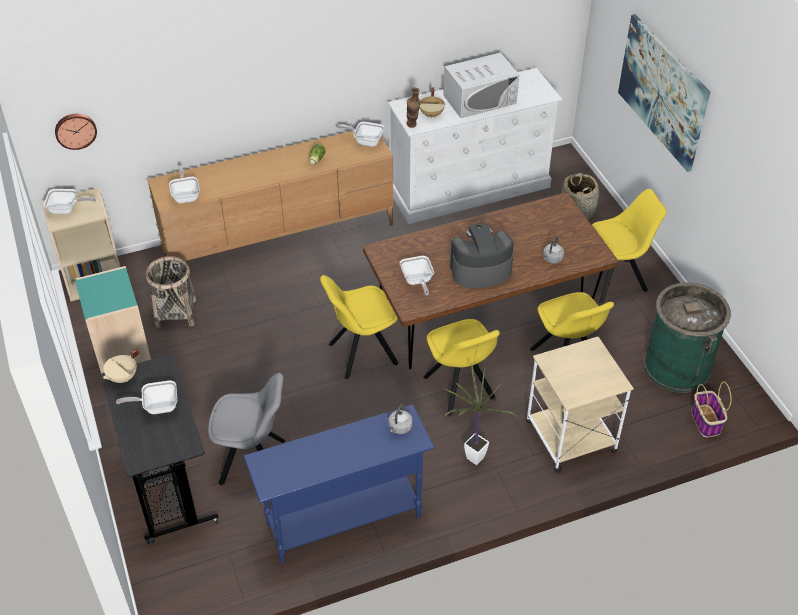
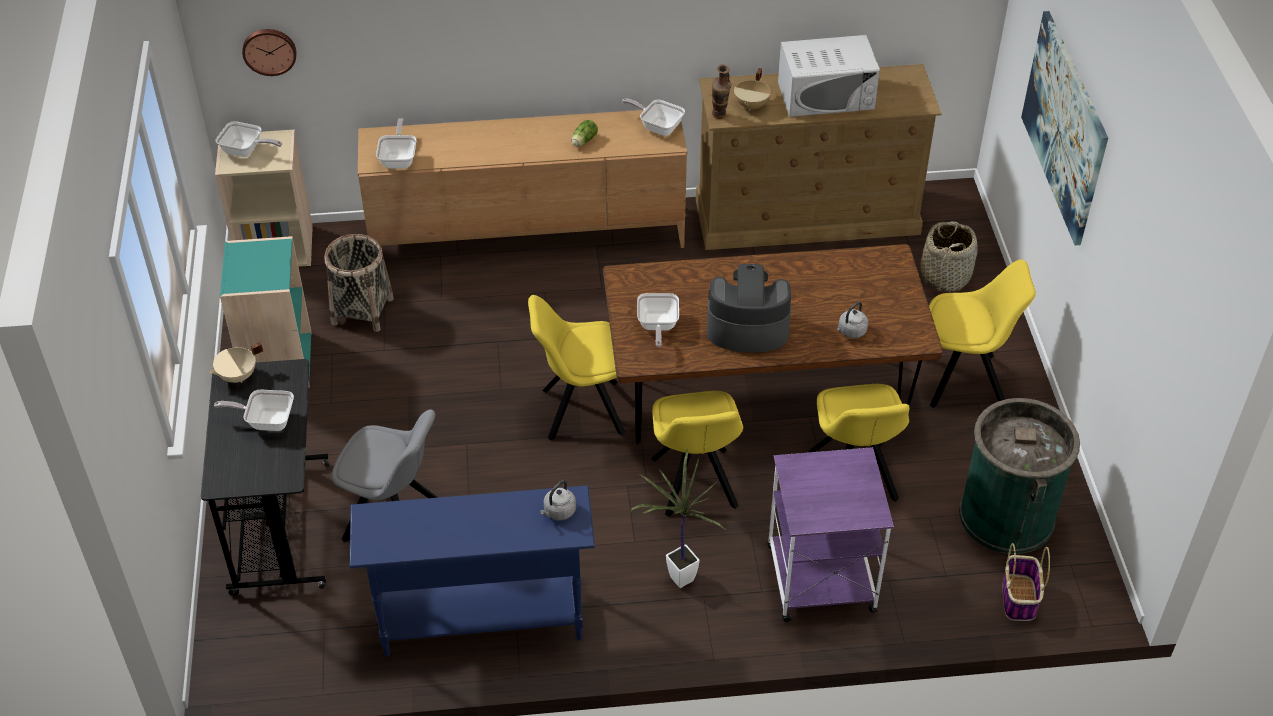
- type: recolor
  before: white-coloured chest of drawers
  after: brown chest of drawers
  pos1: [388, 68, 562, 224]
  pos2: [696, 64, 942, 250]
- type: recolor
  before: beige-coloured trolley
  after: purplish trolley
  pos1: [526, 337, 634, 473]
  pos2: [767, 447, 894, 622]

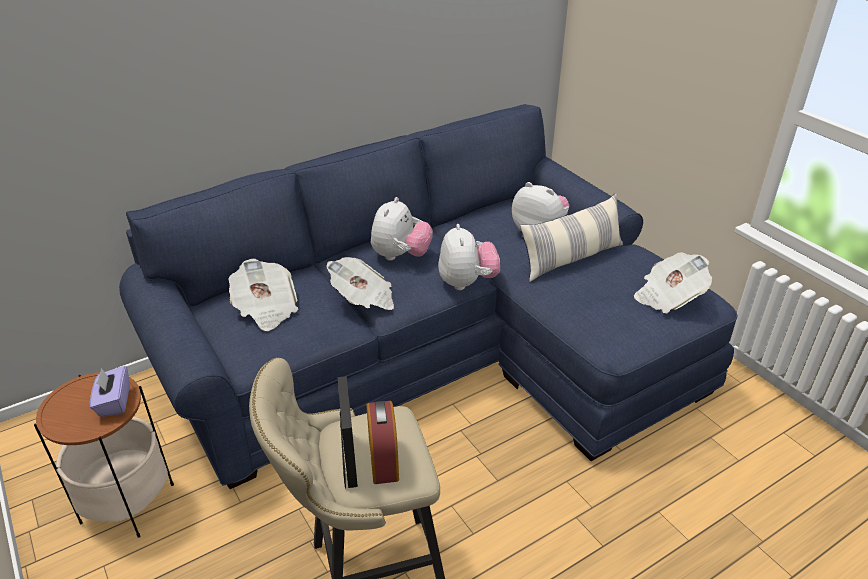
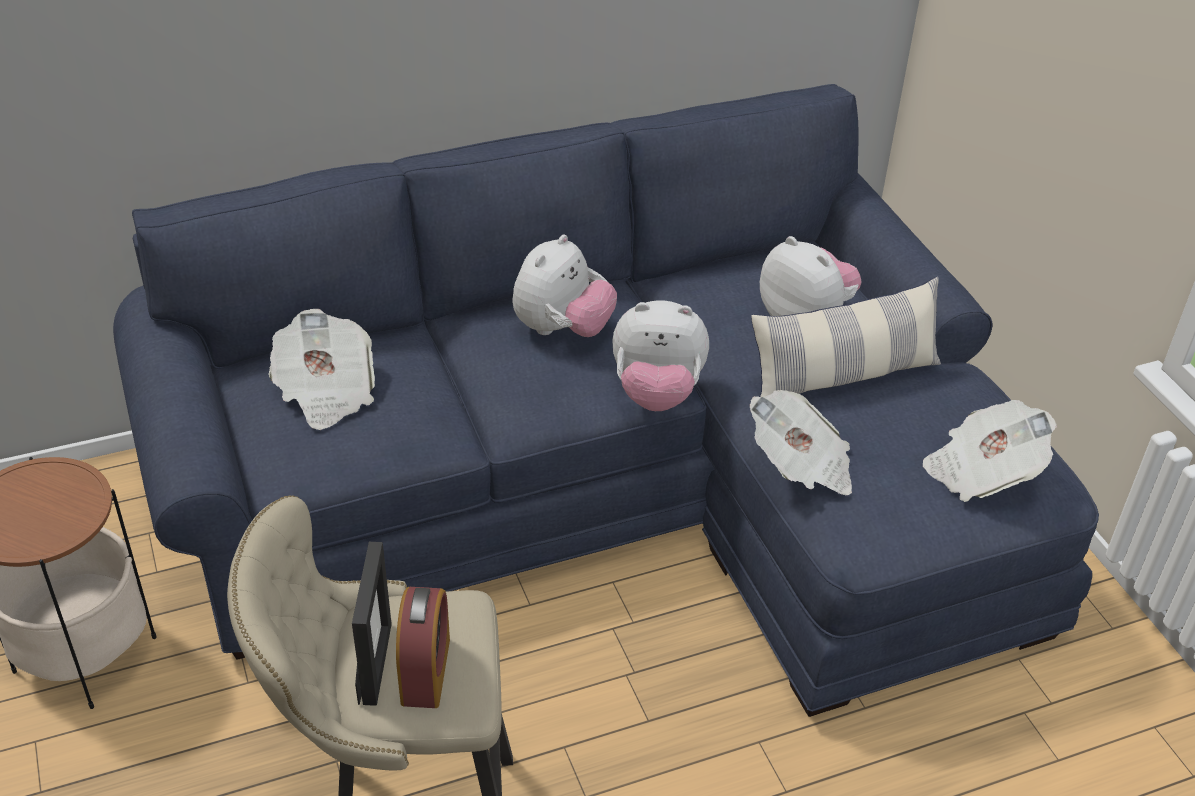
- type: delete
  before: purplish tissue holder
  pos1: [90, 366, 129, 417]
- type: move
  before: printed paper
  pos1: [326, 257, 394, 310]
  pos2: [750, 390, 852, 495]
- type: rotate
  before: cuddly toy
  pos1: [438, 224, 500, 290]
  pos2: [612, 300, 709, 411]
  turn: 90

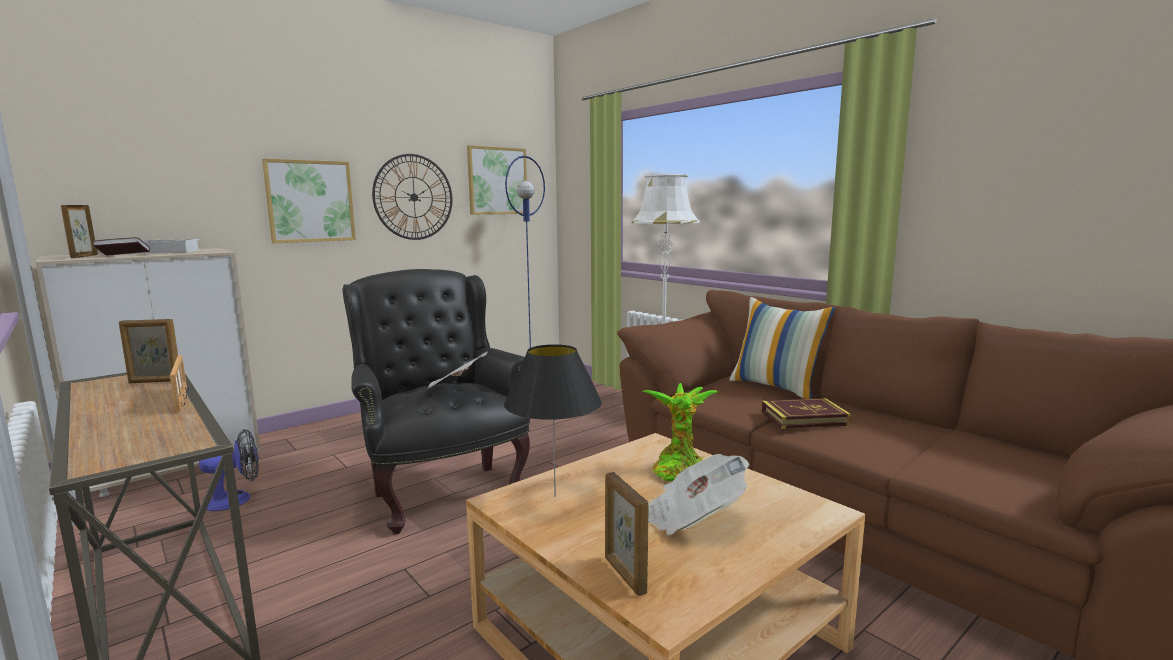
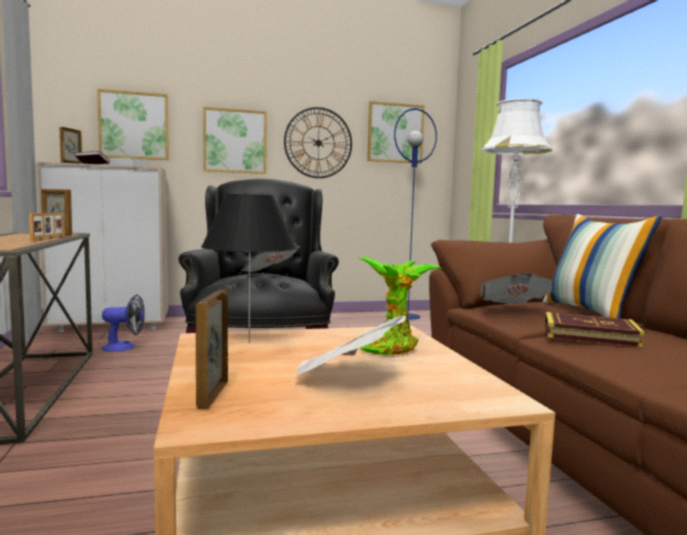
- type: insert
  after: wall art
  pos2: [97, 89, 169, 160]
- type: insert
  after: printed paper
  pos2: [481, 273, 553, 304]

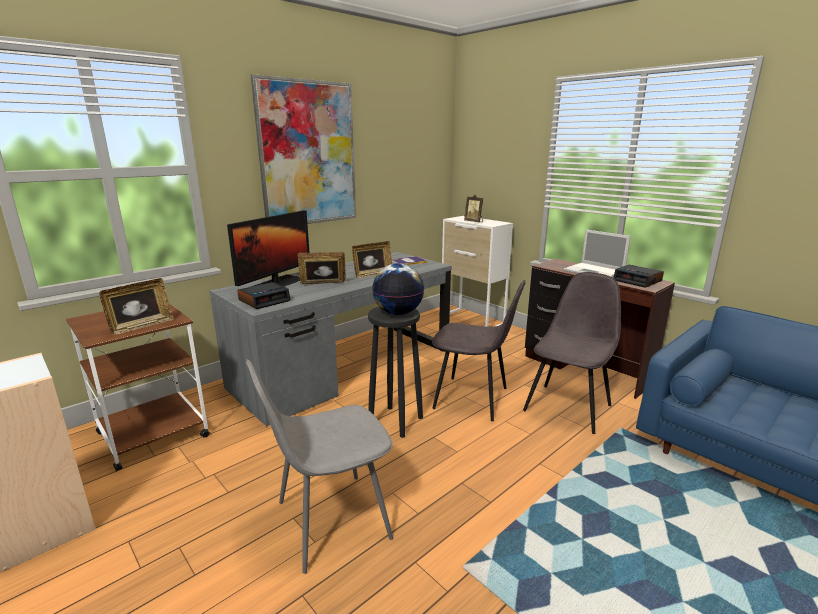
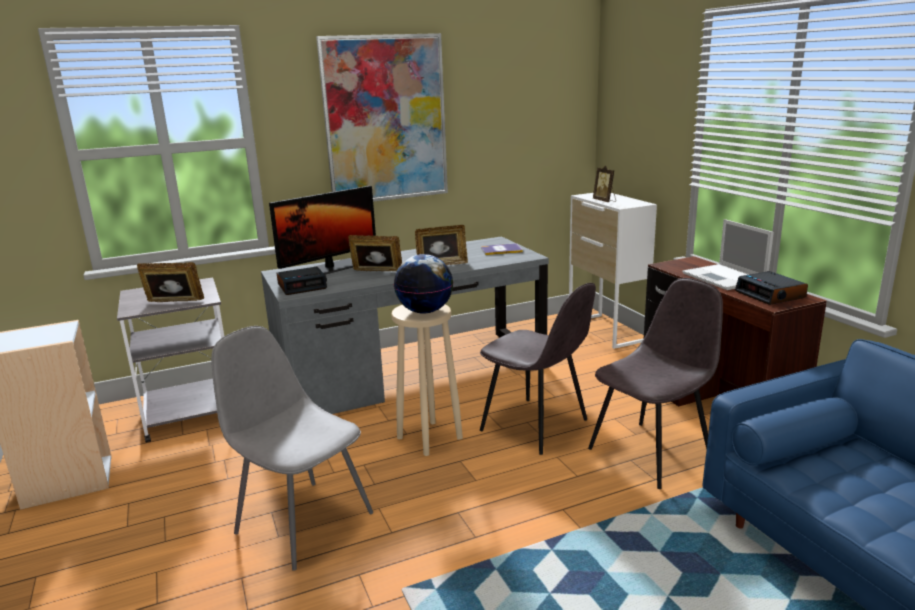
- type: recolor
  before: brown trolley
  after: greyish trolley
  pos1: [66, 304, 210, 471]
  pos2: [117, 277, 224, 443]
- type: rotate
  before: picture frame
  pos1: [99, 278, 174, 335]
  pos2: [137, 262, 204, 302]
  turn: -150
- type: rotate
  before: greyish plain chair
  pos1: [246, 359, 393, 574]
  pos2: [211, 326, 373, 571]
  turn: 45
- type: recolor
  before: black-coloured stool seat
  after: beige-coloured stool seat
  pos1: [368, 307, 423, 438]
  pos2: [391, 304, 463, 456]

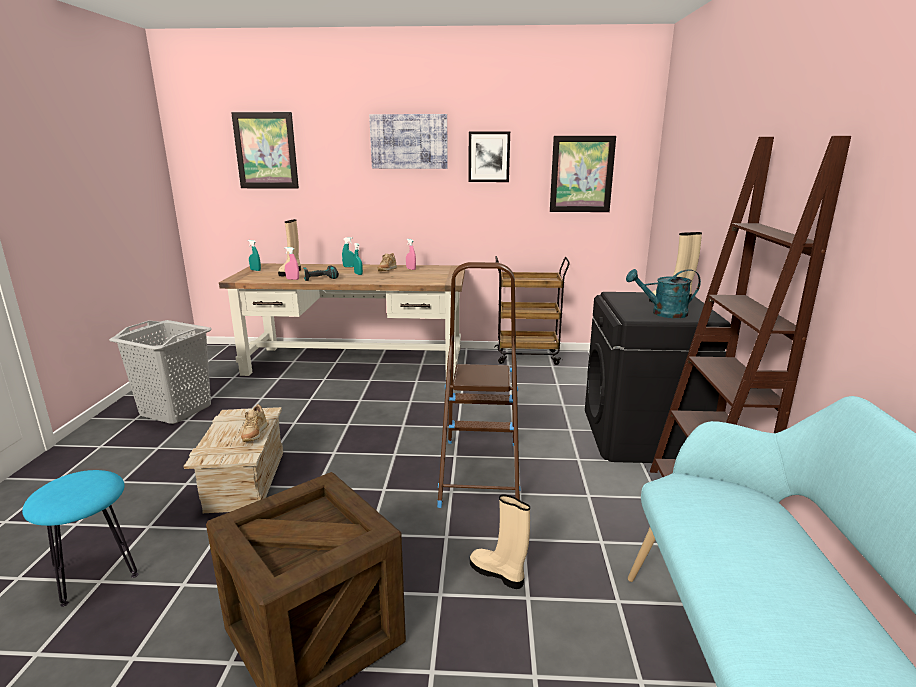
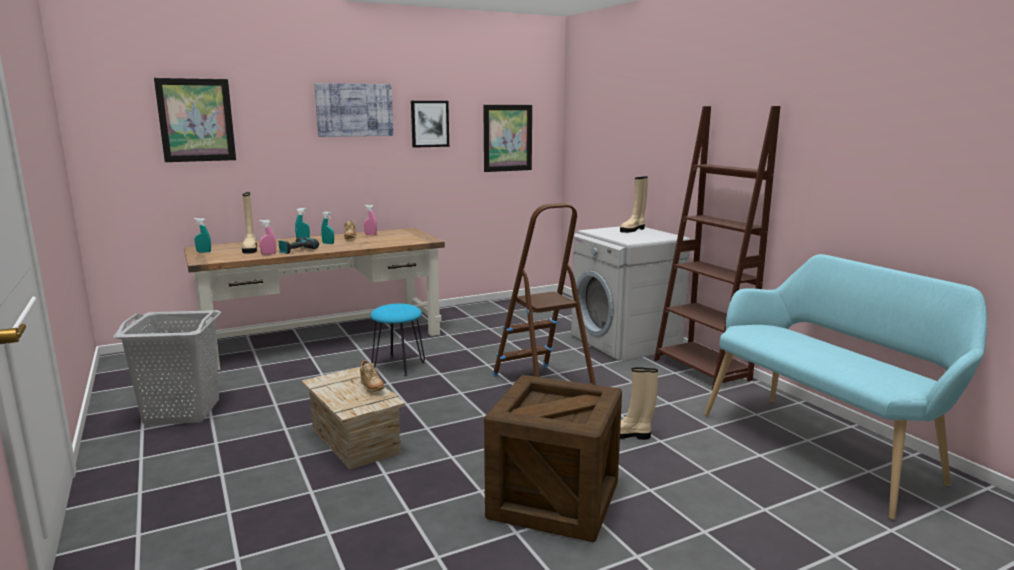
- type: move
  before: turquoise-coloured stool seat
  pos1: [22, 470, 138, 607]
  pos2: [370, 304, 425, 376]
- type: delete
  before: brown trolley
  pos1: [494, 256, 570, 365]
- type: recolor
  before: black-coloured laundry machine
  after: white-coloured laundry machine
  pos1: [585, 292, 731, 463]
  pos2: [571, 226, 691, 361]
- type: delete
  before: turquoise-coloured watering can
  pos1: [626, 269, 701, 318]

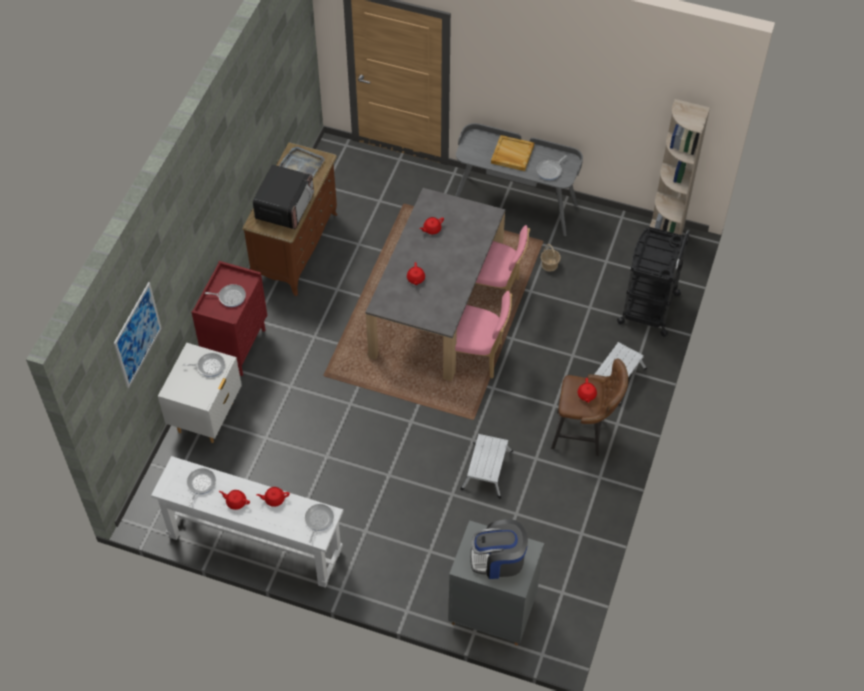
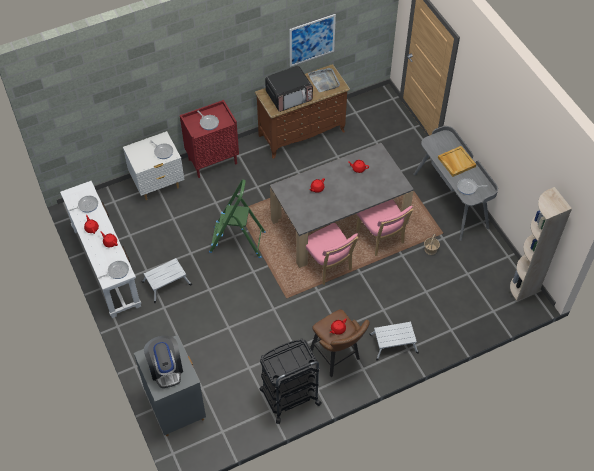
- type: move
  before: wall art
  pos1: [114, 282, 162, 388]
  pos2: [289, 14, 336, 67]
- type: move
  before: white-coloured step ladder
  pos1: [460, 434, 513, 499]
  pos2: [142, 258, 192, 303]
- type: rotate
  before: coffee machine
  pos1: [470, 519, 528, 579]
  pos2: [144, 336, 183, 388]
  turn: -150
- type: move
  before: black-coloured trolley
  pos1: [617, 227, 690, 337]
  pos2: [260, 338, 322, 424]
- type: insert
  after: green-coloured step ladder
  pos2: [209, 179, 266, 258]

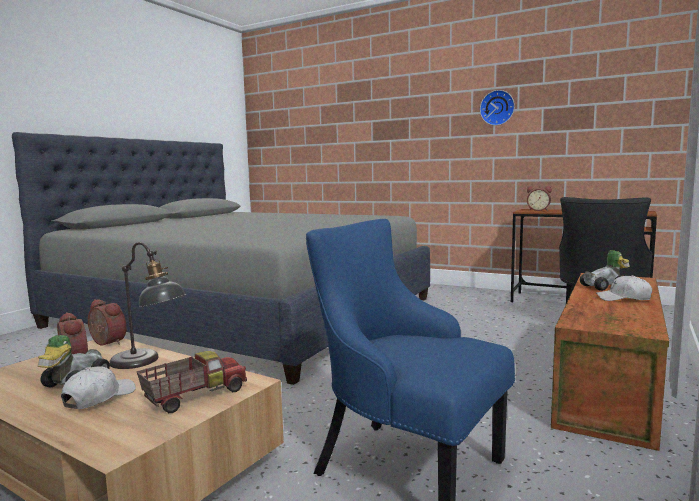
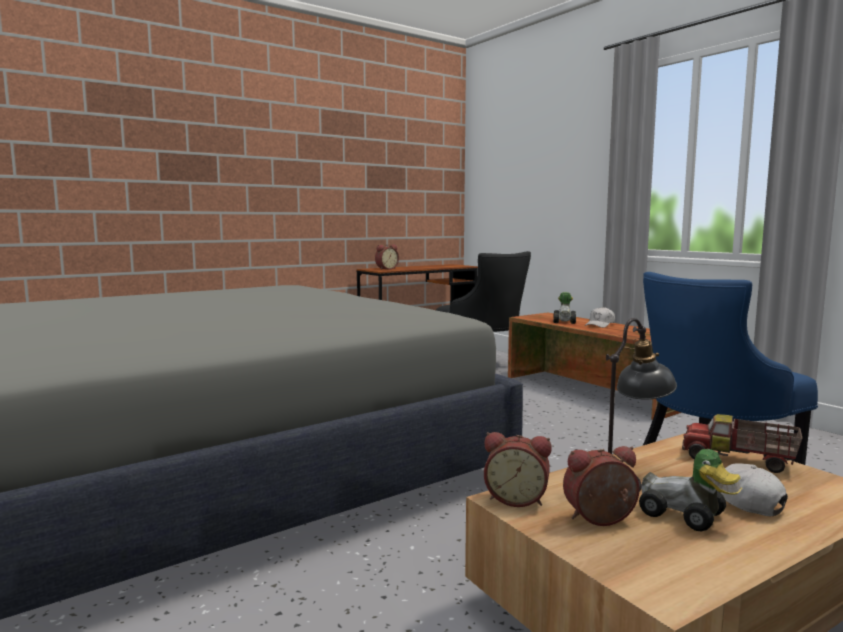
- type: rotate
  before: table clock
  pos1: [88, 299, 126, 346]
  pos2: [484, 432, 552, 507]
  turn: -135
- type: rotate
  before: toy truck
  pos1: [137, 351, 247, 413]
  pos2: [682, 414, 802, 473]
  turn: -45
- type: delete
  before: clock on the wall
  pos1: [480, 90, 515, 126]

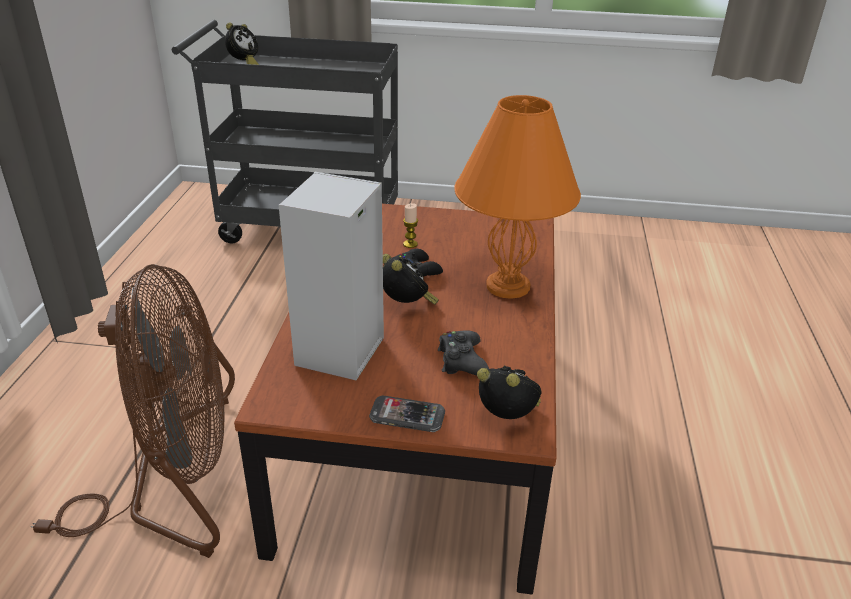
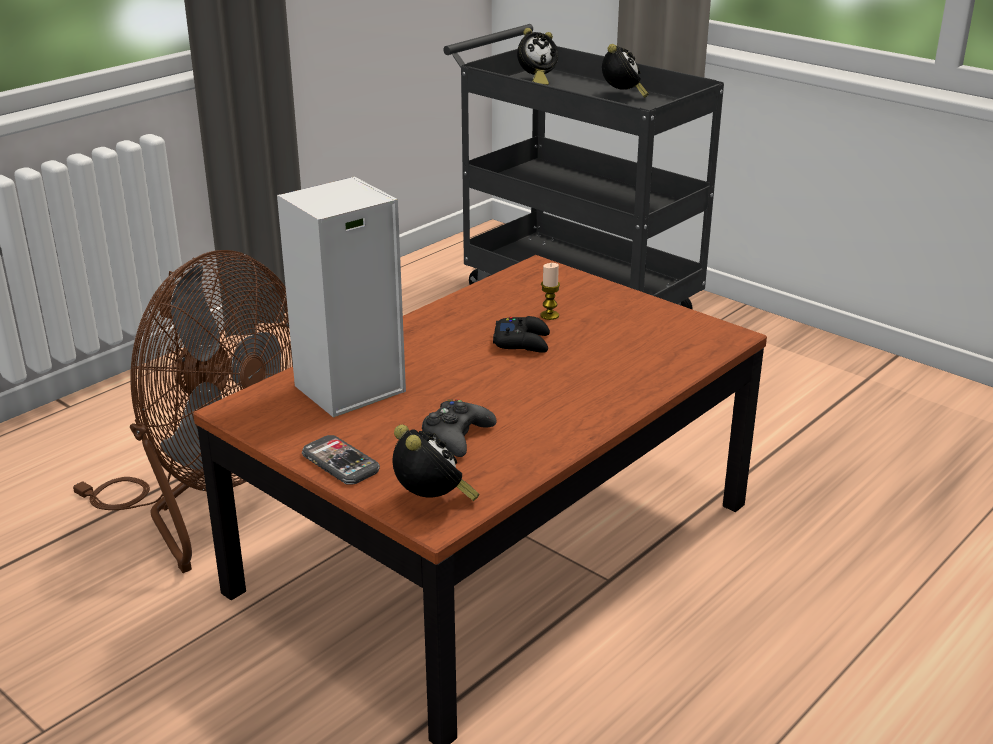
- type: move
  before: table clock
  pos1: [383, 254, 439, 304]
  pos2: [602, 44, 649, 98]
- type: delete
  before: orangey lamp for a table
  pos1: [454, 95, 581, 299]

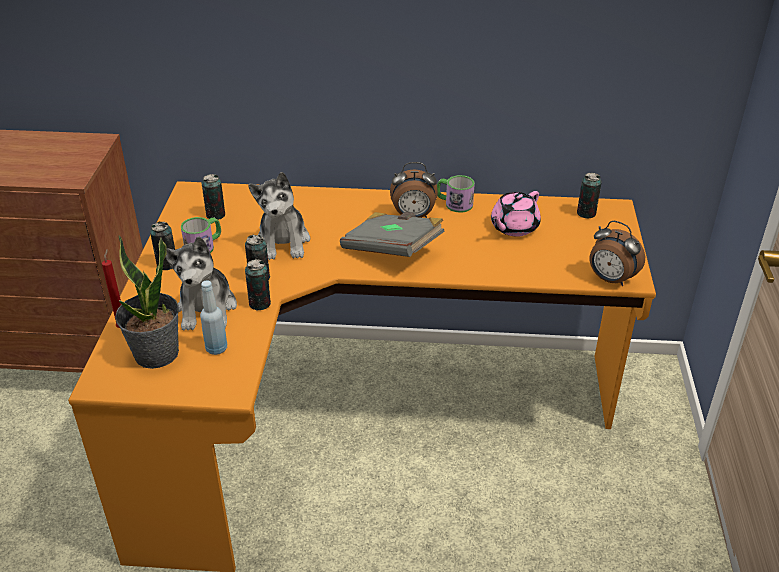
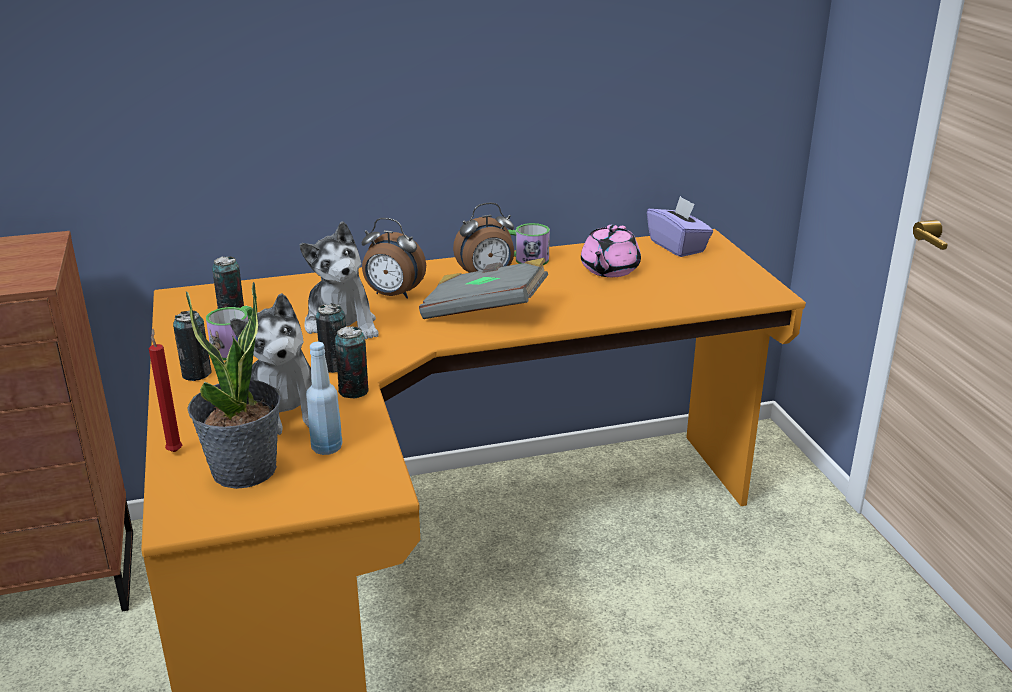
- type: replace
  before: can
  after: purplish tissue holder
  pos1: [577, 173, 602, 219]
  pos2: [647, 196, 713, 257]
- type: move
  before: table clock
  pos1: [590, 221, 645, 286]
  pos2: [362, 218, 426, 299]

